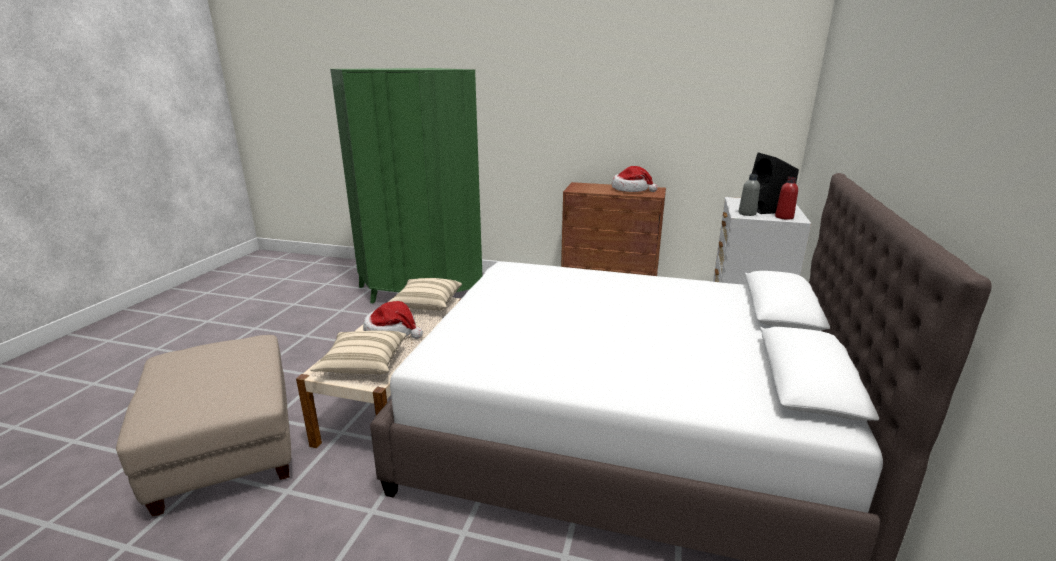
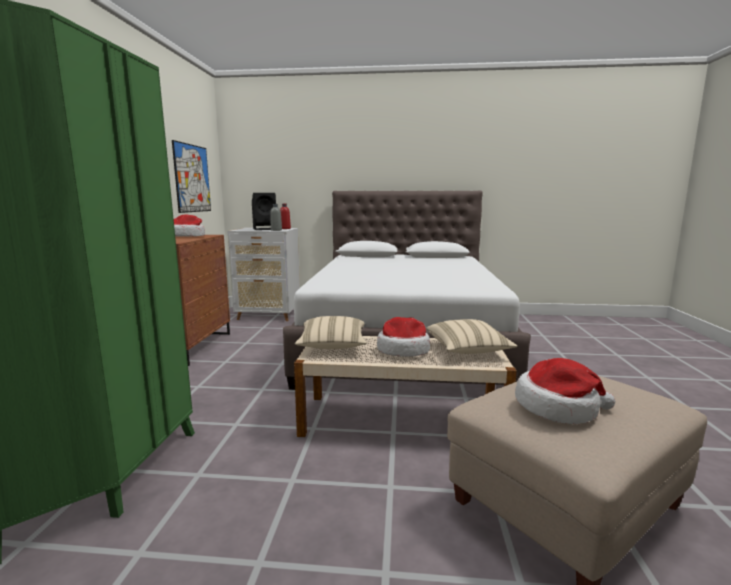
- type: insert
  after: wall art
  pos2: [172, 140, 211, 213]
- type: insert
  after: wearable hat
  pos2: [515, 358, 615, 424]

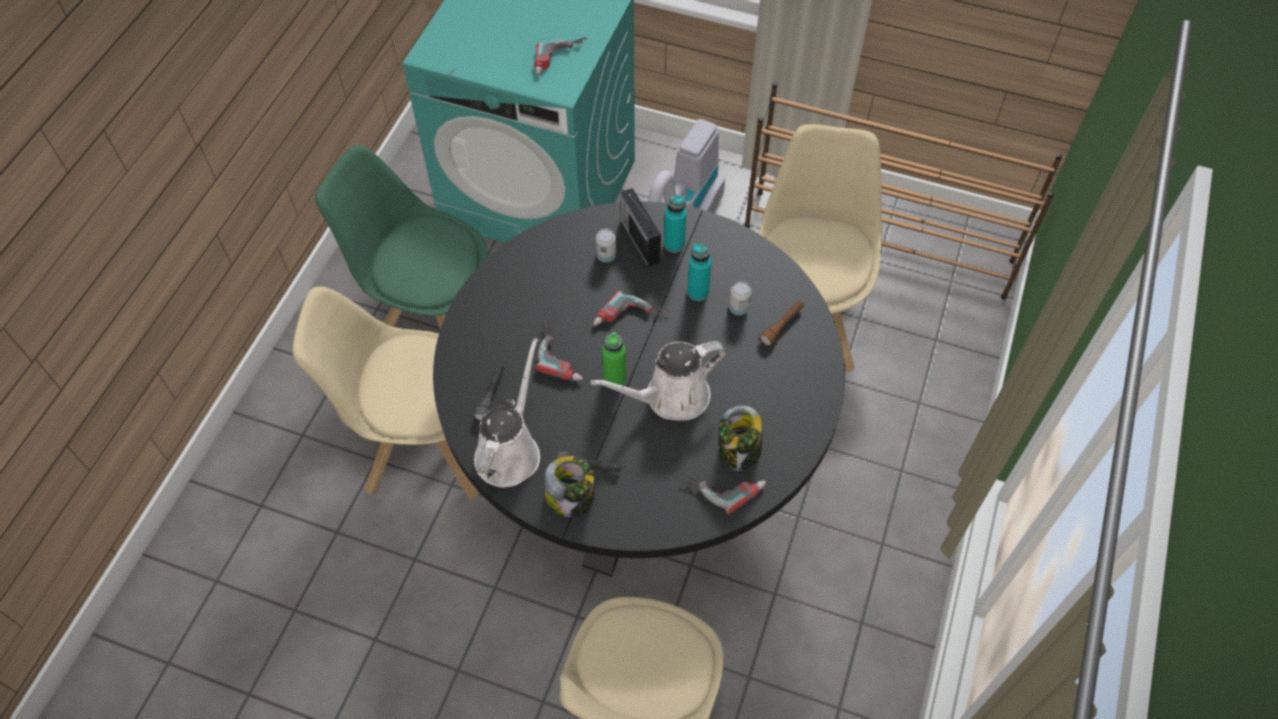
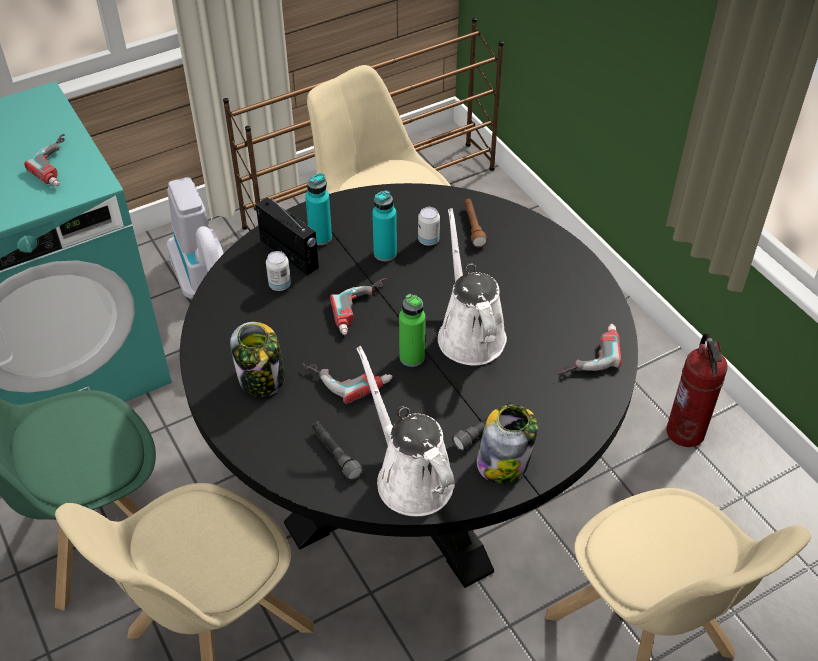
- type: rotate
  before: white-coloured watering can
  pos1: [591, 341, 726, 421]
  pos2: [438, 208, 507, 366]
  turn: 150
- type: rotate
  before: radio set
  pos1: [620, 188, 661, 267]
  pos2: [256, 194, 319, 275]
  turn: -150
- type: move
  before: storage jar
  pos1: [719, 405, 762, 471]
  pos2: [230, 322, 285, 397]
- type: insert
  after: extinguisher
  pos2: [667, 333, 727, 447]

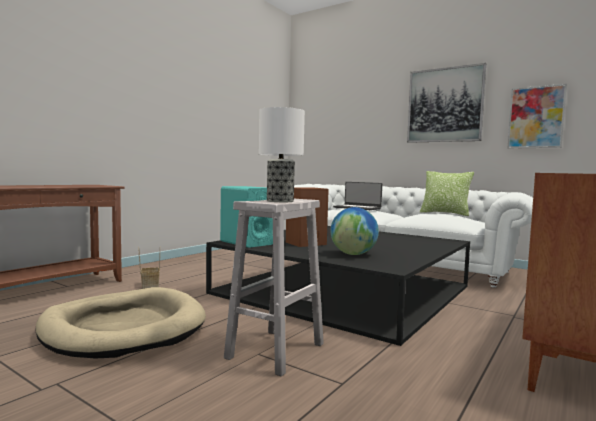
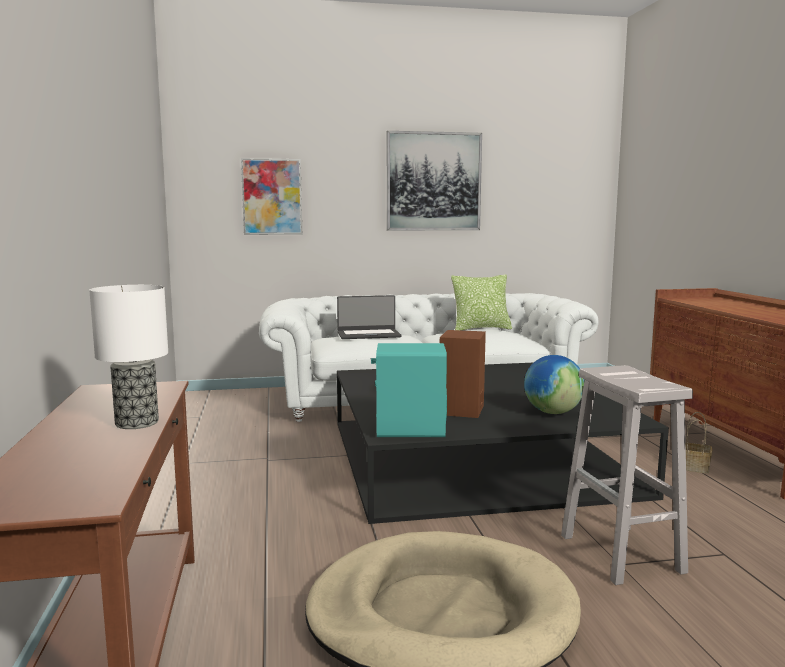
- type: move
  before: storage basket
  pos1: [138, 247, 160, 289]
  pos2: [686, 412, 712, 474]
- type: move
  before: lamp for a table
  pos1: [259, 107, 305, 202]
  pos2: [89, 285, 168, 429]
- type: move
  before: wall art
  pos1: [508, 84, 567, 148]
  pos2: [241, 158, 302, 235]

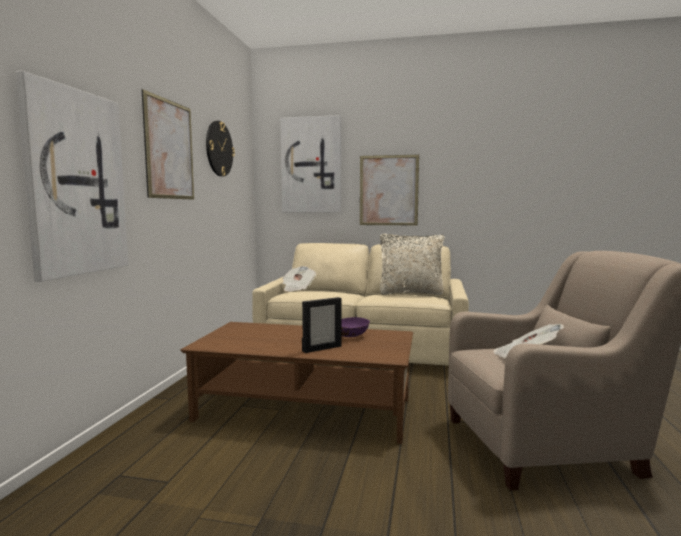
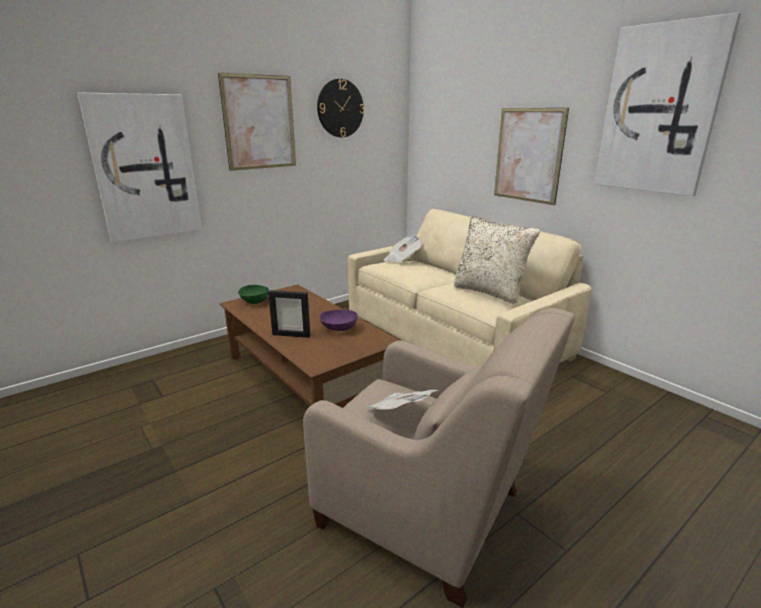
- type: move
  before: wall art
  pos1: [280, 115, 342, 212]
  pos2: [594, 12, 742, 196]
- type: insert
  after: green-coloured bowl
  pos2: [238, 285, 269, 304]

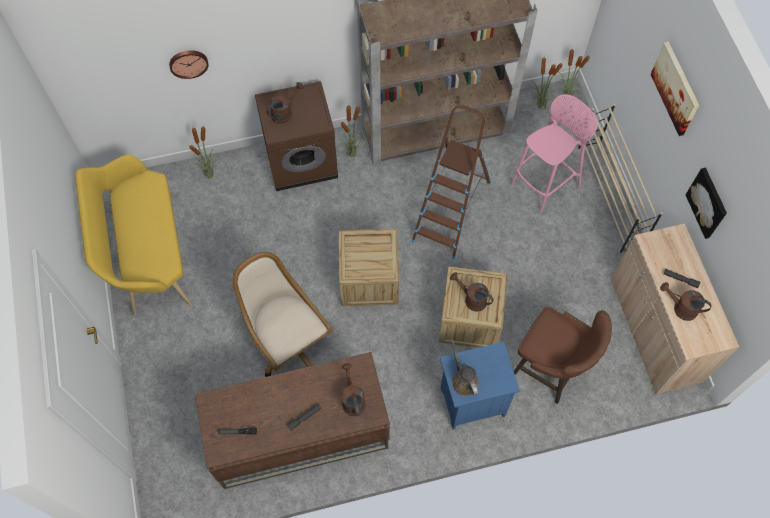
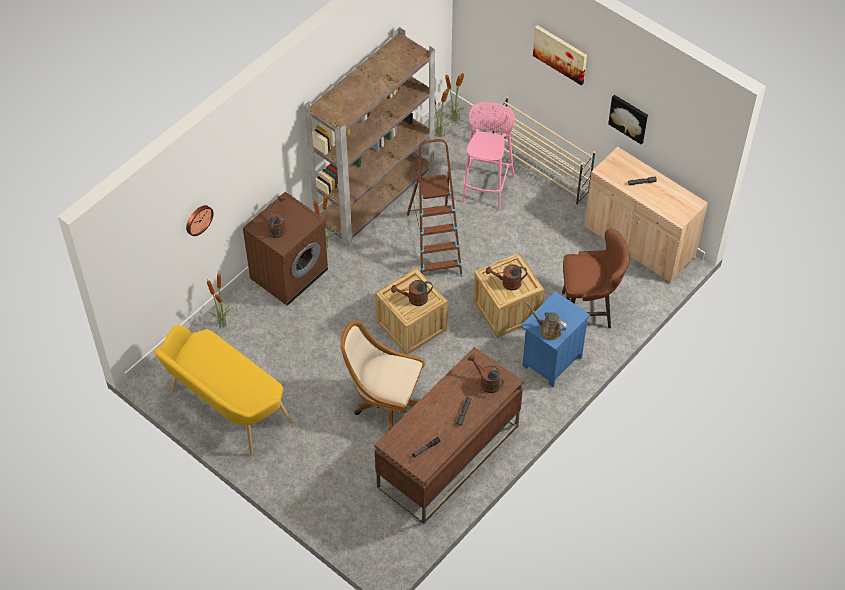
- type: move
  before: brown watering can
  pos1: [660, 282, 712, 321]
  pos2: [391, 280, 433, 306]

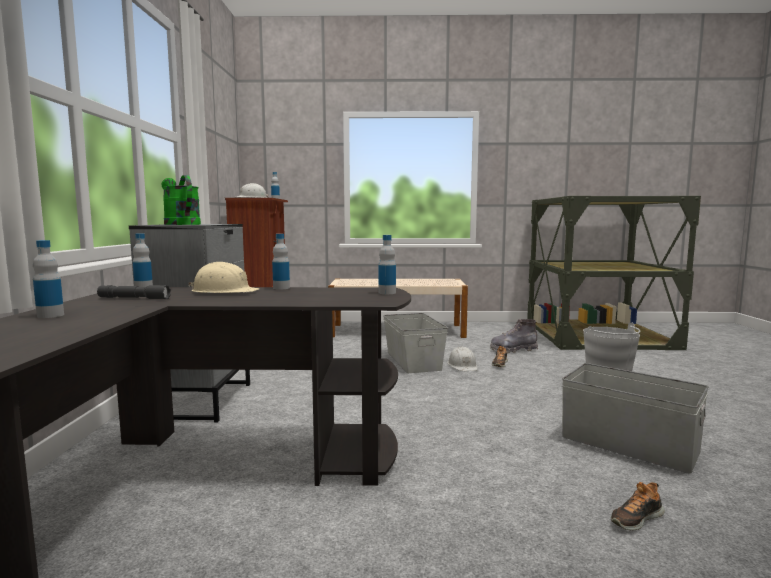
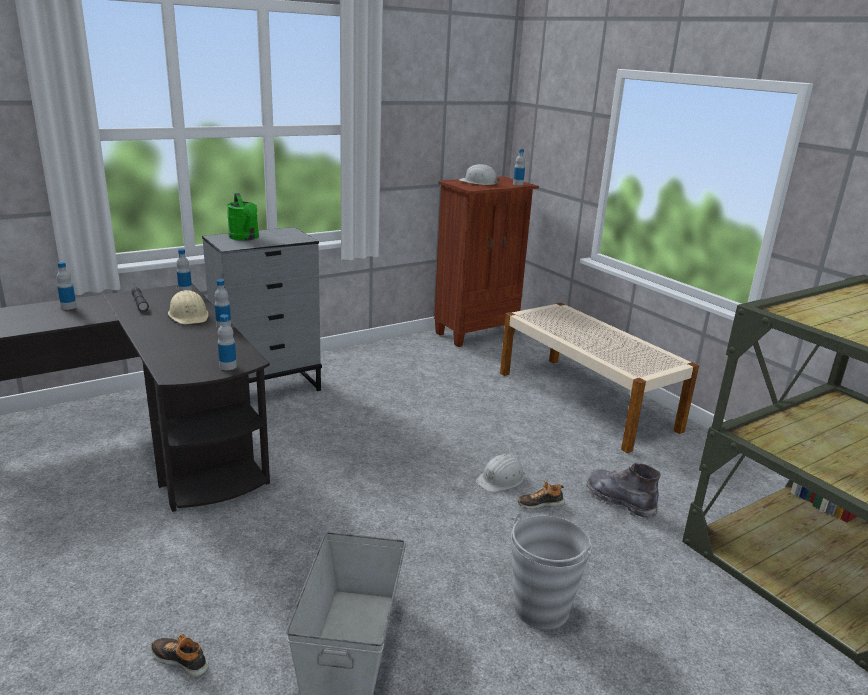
- type: rotate
  before: green-coloured watering can
  pos1: [161, 175, 201, 225]
  pos2: [226, 193, 259, 241]
  turn: 135
- type: delete
  before: greyish storage bin
  pos1: [383, 313, 448, 373]

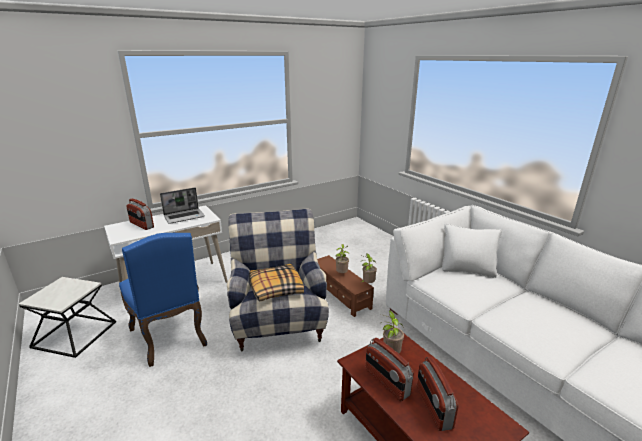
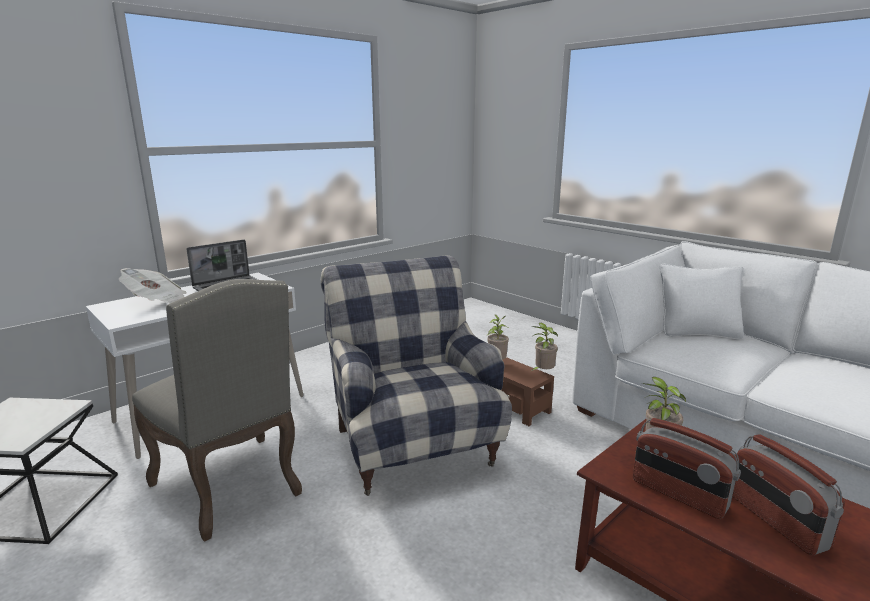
- type: recolor
  before: blue-coloured plain chair
  after: greyish plain chair
  pos1: [119, 233, 207, 367]
  pos2: [132, 279, 302, 542]
- type: replace
  before: radio set
  after: printed paper
  pos1: [127, 199, 154, 230]
  pos2: [119, 268, 186, 304]
- type: delete
  before: throw pillow
  pos1: [249, 264, 304, 302]

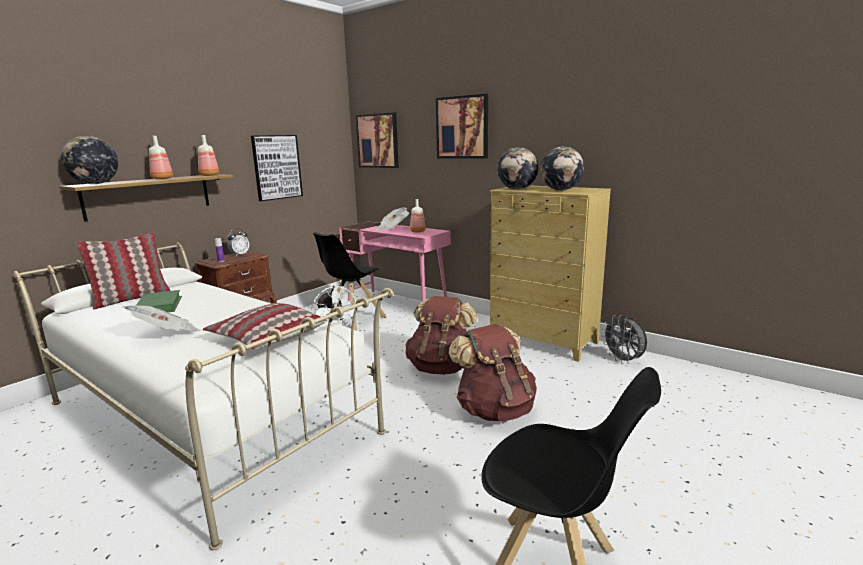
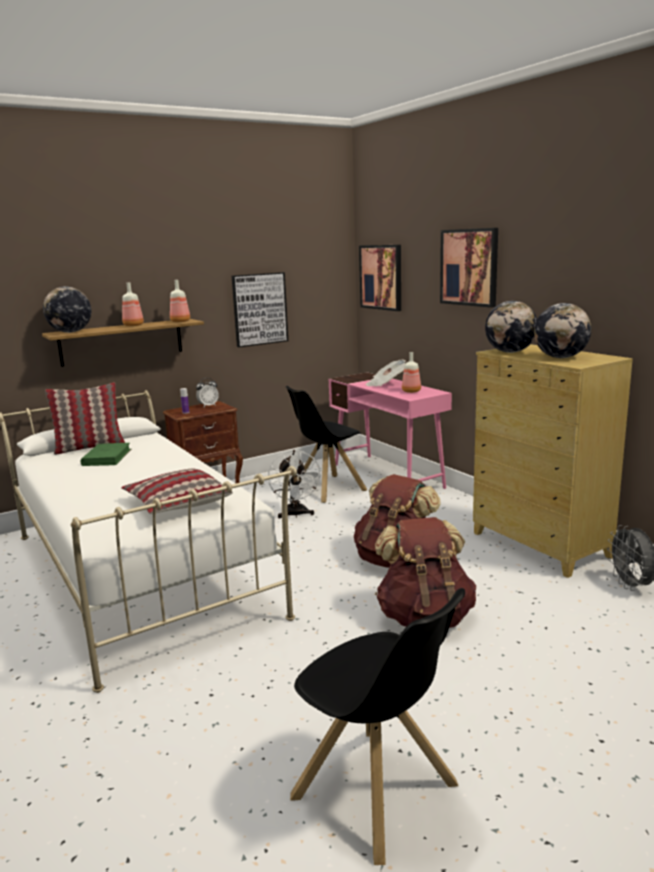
- type: delete
  before: printed paper
  pos1: [122, 305, 201, 331]

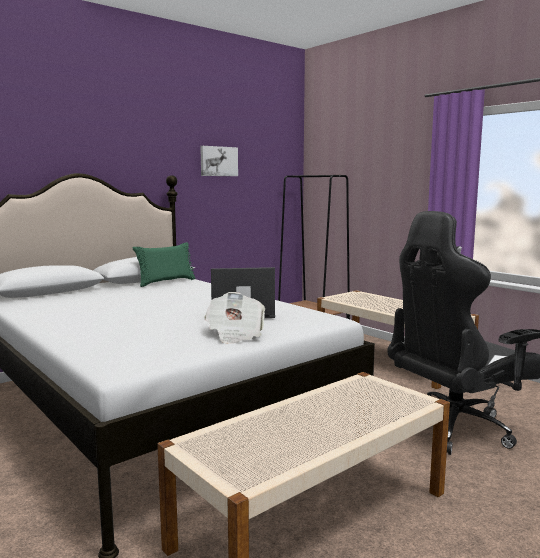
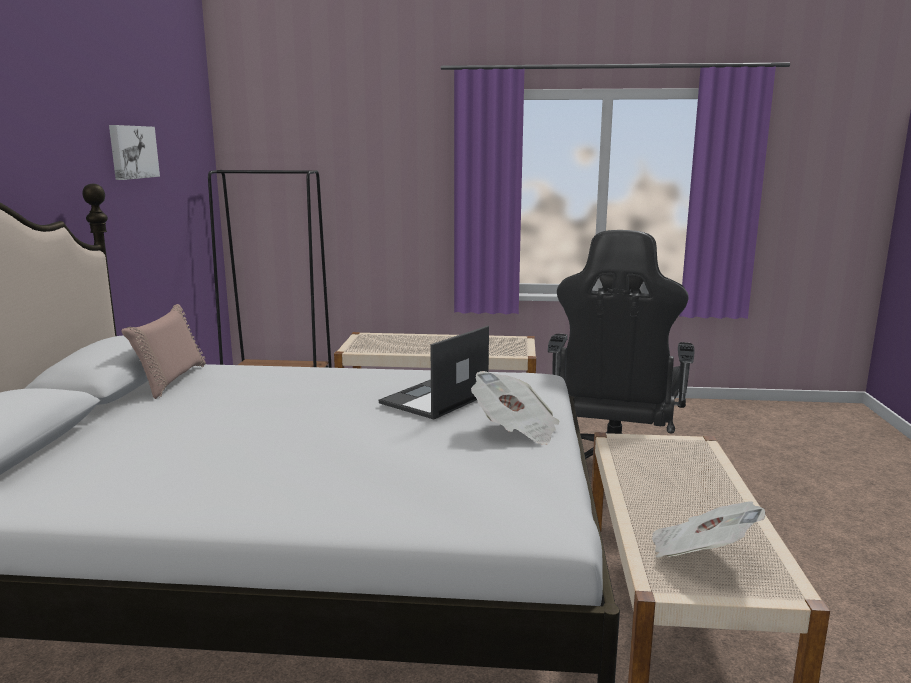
- type: recolor
  before: green-coloured throw pillow
  after: beige-coloured throw pillow
  pos1: [133, 242, 195, 287]
  pos2: [121, 304, 206, 399]
- type: insert
  after: printed paper
  pos2: [652, 501, 766, 558]

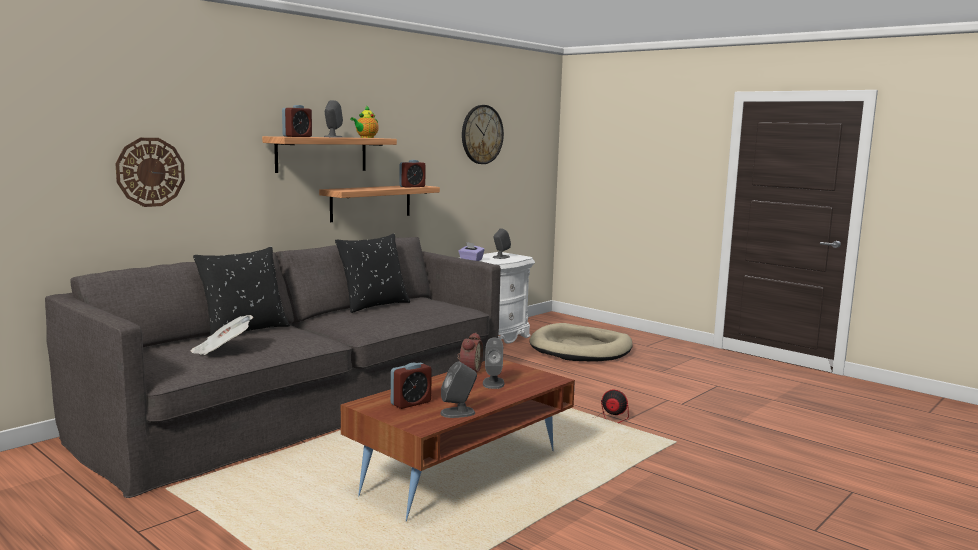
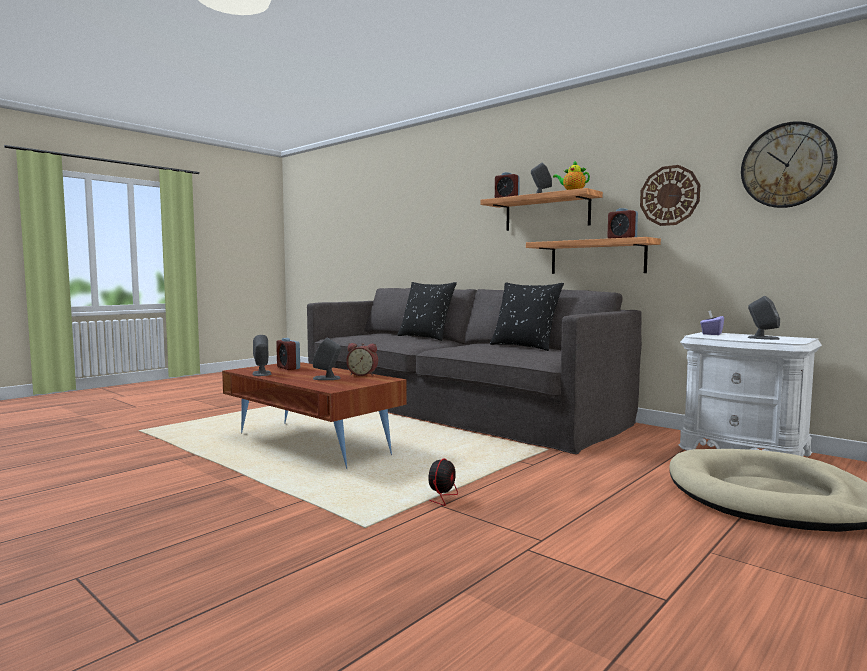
- type: move
  before: clock on the wall
  pos1: [115, 138, 185, 207]
  pos2: [640, 165, 700, 226]
- type: delete
  before: printed paper
  pos1: [191, 315, 253, 355]

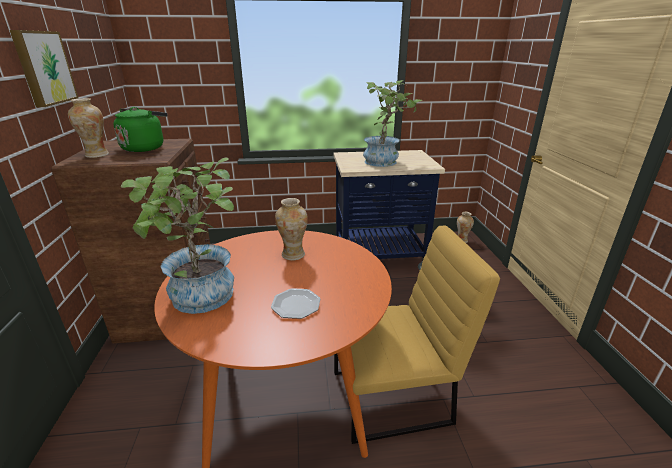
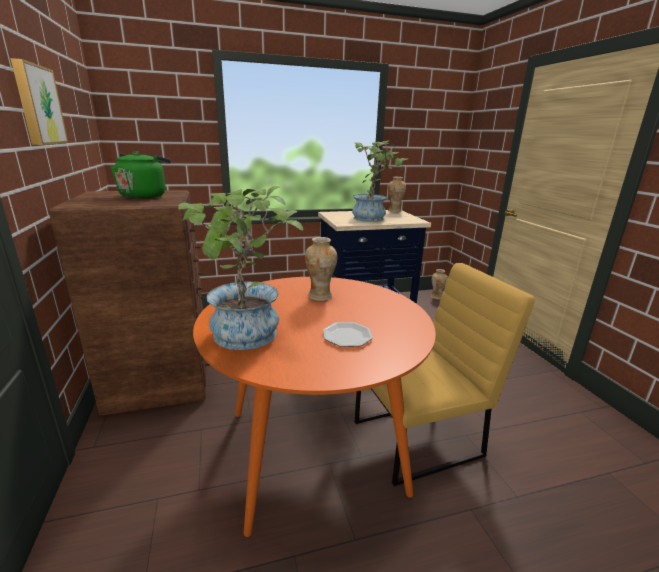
- type: move
  before: flower vase
  pos1: [68, 98, 109, 158]
  pos2: [388, 177, 406, 213]

